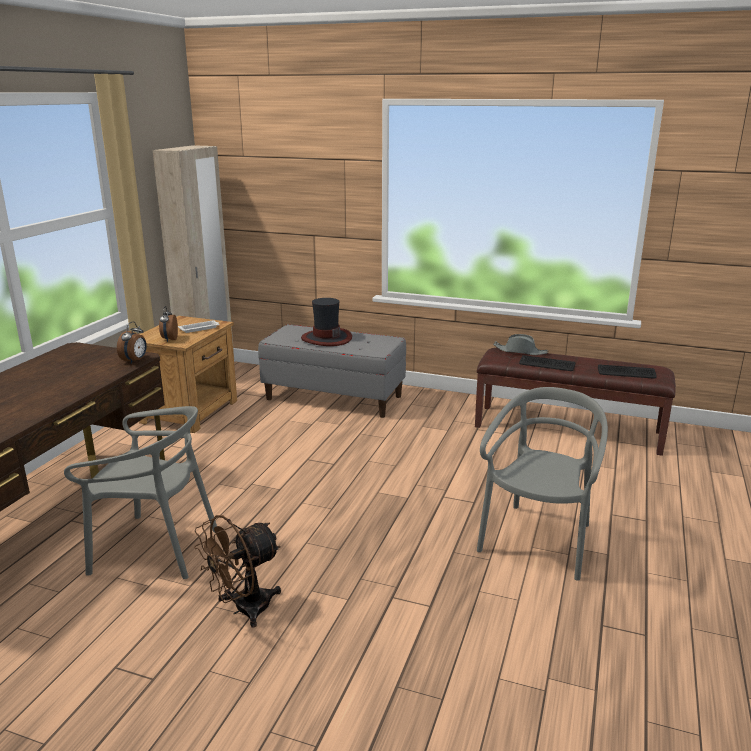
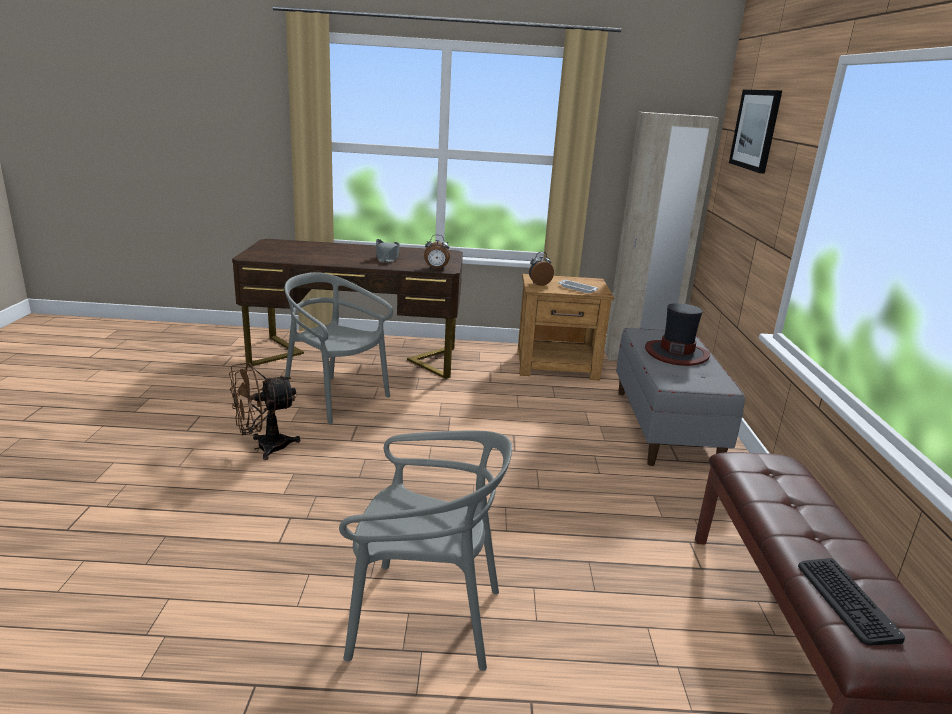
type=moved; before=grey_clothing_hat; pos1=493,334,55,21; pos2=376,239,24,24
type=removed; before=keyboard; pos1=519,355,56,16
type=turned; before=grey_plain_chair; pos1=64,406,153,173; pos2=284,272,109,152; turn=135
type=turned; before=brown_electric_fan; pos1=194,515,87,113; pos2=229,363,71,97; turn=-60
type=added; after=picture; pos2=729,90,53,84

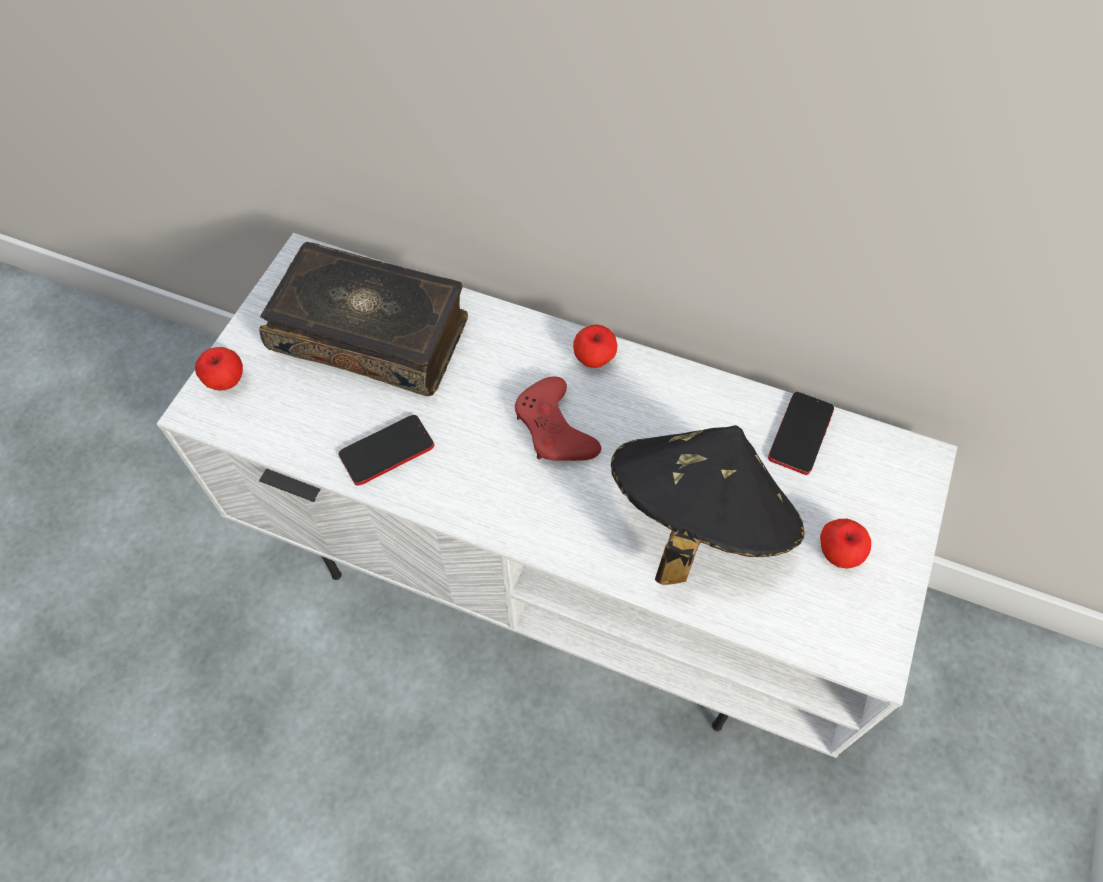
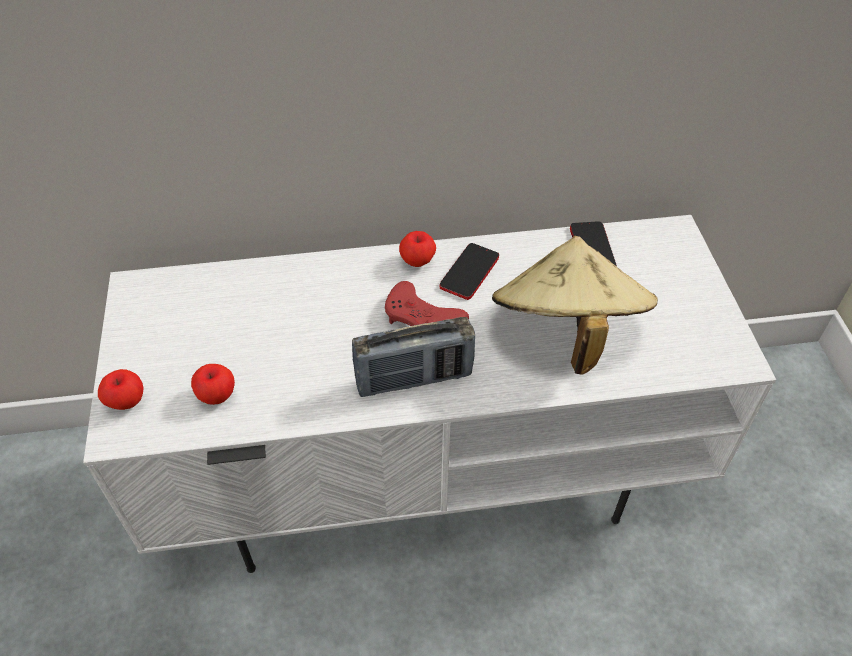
type=removed; before=book; pos1=259,242,209,154
type=moved; before=telephone; pos1=338,415,96,71; pos2=440,243,59,57
type=recoloured; before=black-coloured_clothing_hat; after=beige-coloured_clothing_hat; pos1=611,425,194,160; pos2=492,236,166,139
type=moved; before=apple_fruit; pos1=820,519,51,50; pos2=191,364,44,41
type=added; after=radio; pos2=352,317,123,80

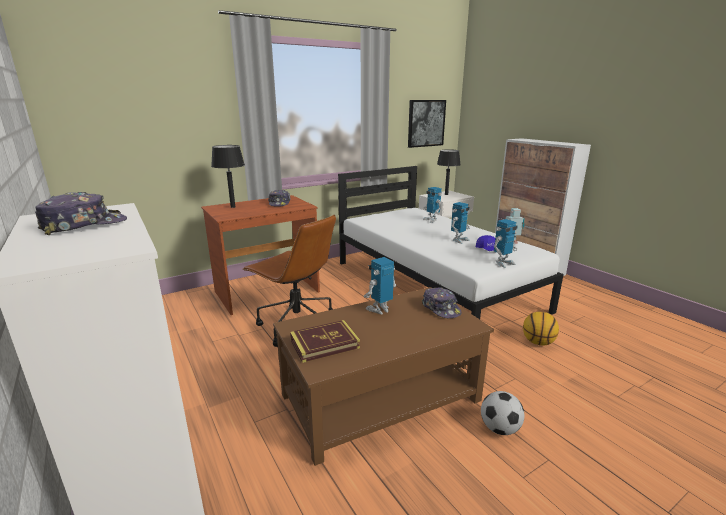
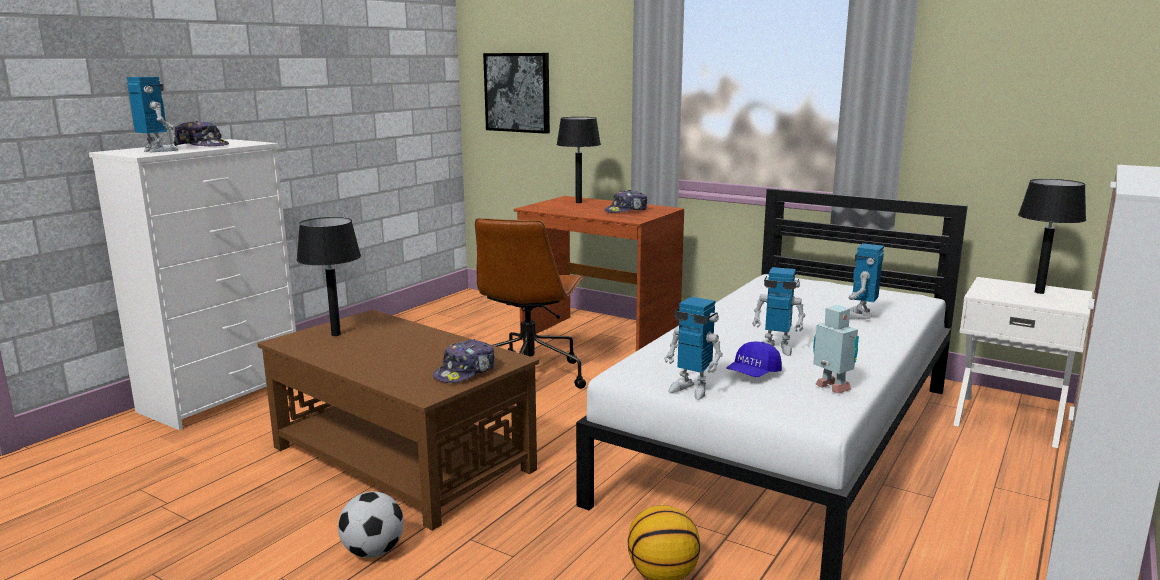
type=moved; before=picture; pos1=408,100,38,48; pos2=483,53,67,81
type=moved; before=model_robot; pos1=364,257,32,57; pos2=126,77,53,75
type=replaced; before=book; after=black-coloured_tabletop_lamp; pos1=290,320,70,43; pos2=296,217,65,119

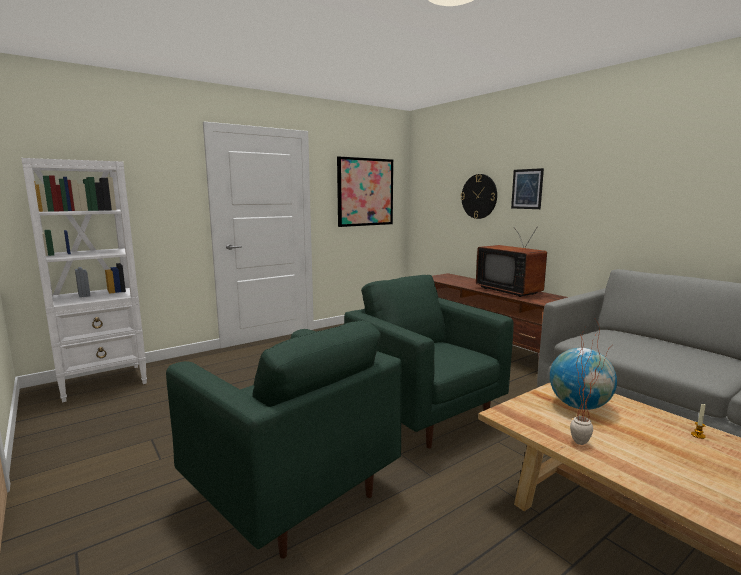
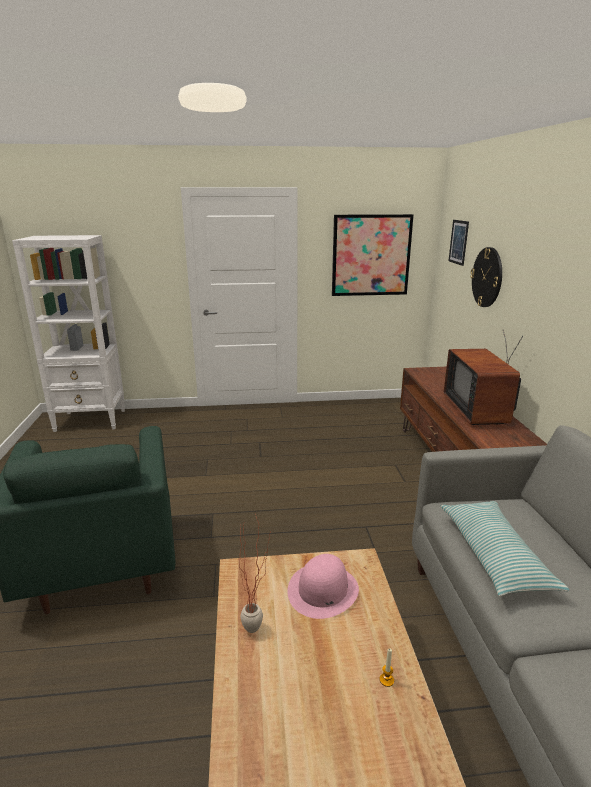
type=moved; before=picture; pos1=511,168,33,41; pos2=449,220,20,46
type=removed; before=green_lounge_chair; pos1=344,275,170,174
type=replaced; before=world_globe; after=pink_clothing_hat; pos1=550,348,67,62; pos2=287,554,72,65
type=added; after=cushion; pos2=441,501,128,95

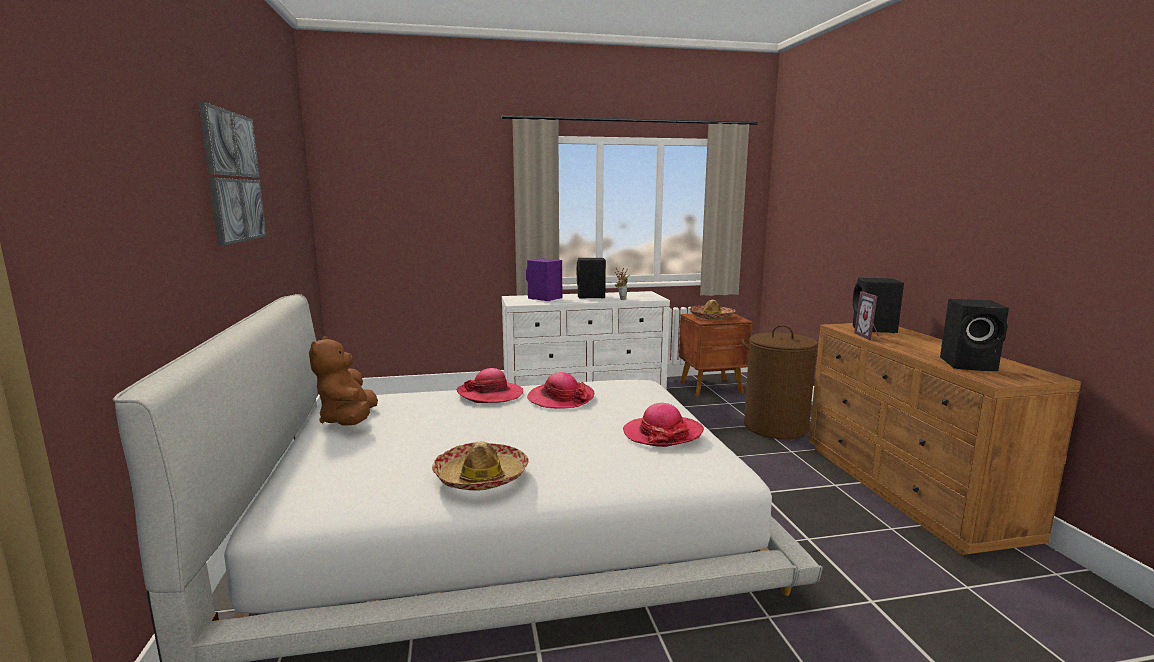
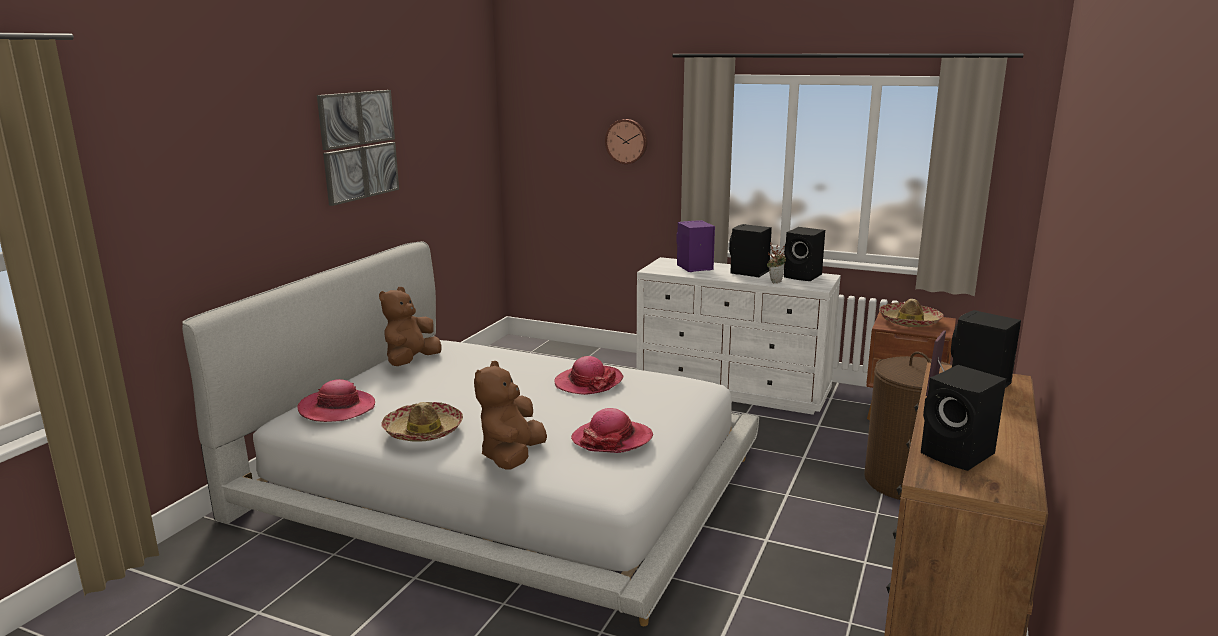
type=moved; before=clothing_hat; pos1=456,368,67,35; pos2=297,379,78,43
type=added; after=wall_clock; pos2=605,119,43,45
type=added; after=black-coloured_audio_speaker; pos2=784,227,41,54
type=added; after=brown_cuddly_toy; pos2=474,361,73,108

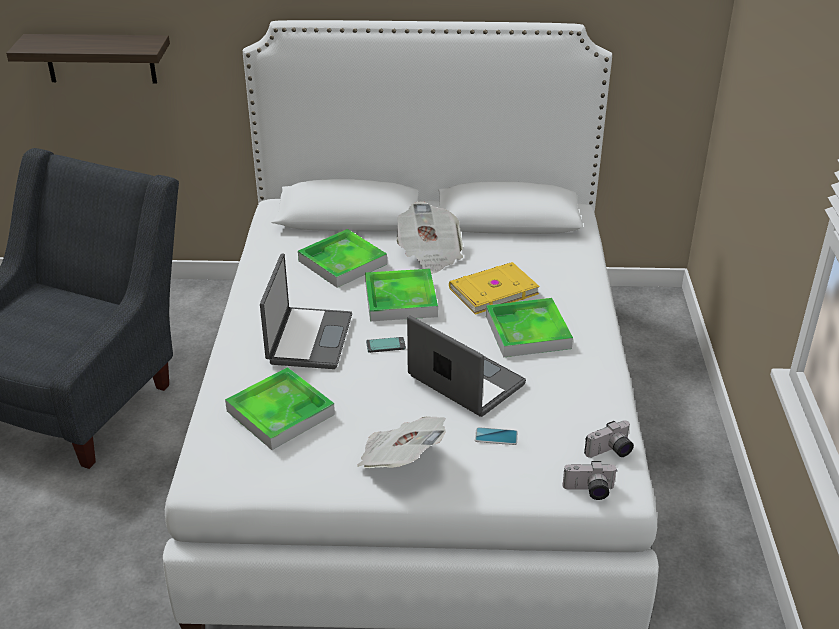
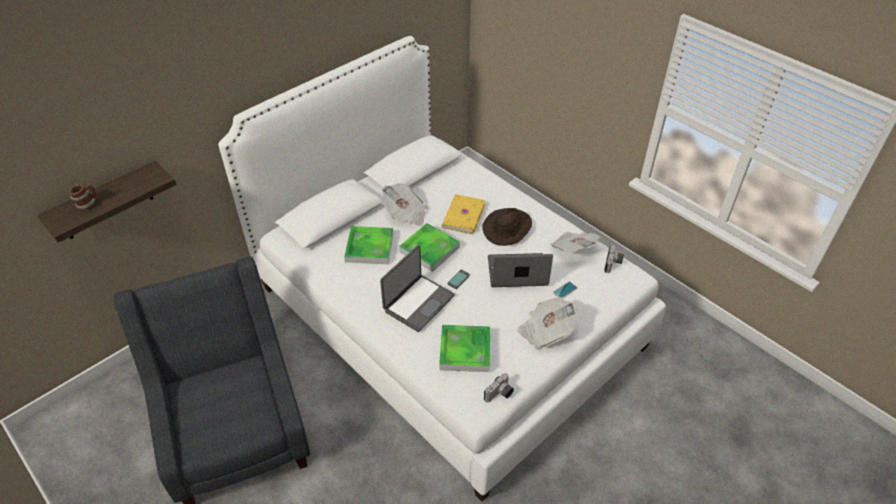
type=turned; before=laptop; pos1=260,253,92,116; pos2=380,245,75,87; turn=75
type=replaced; before=tray; after=brown_clothing_hat; pos1=486,298,87,59; pos2=482,208,50,38
type=moved; before=still_camera; pos1=562,461,56,39; pos2=484,373,30,30
type=added; after=mug; pos2=69,183,28,27
type=added; after=daily_paper; pos2=550,232,51,20

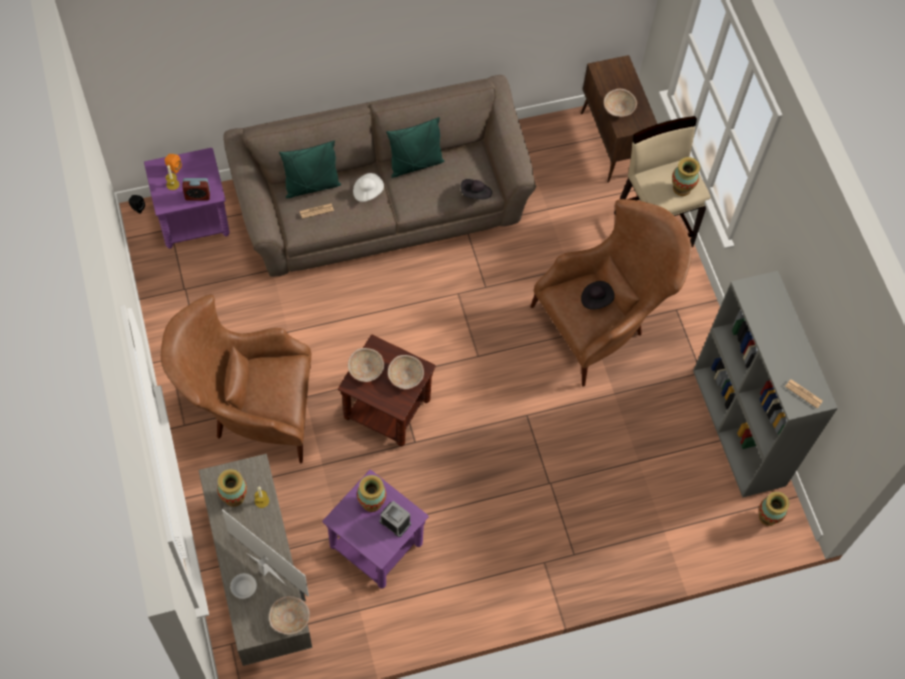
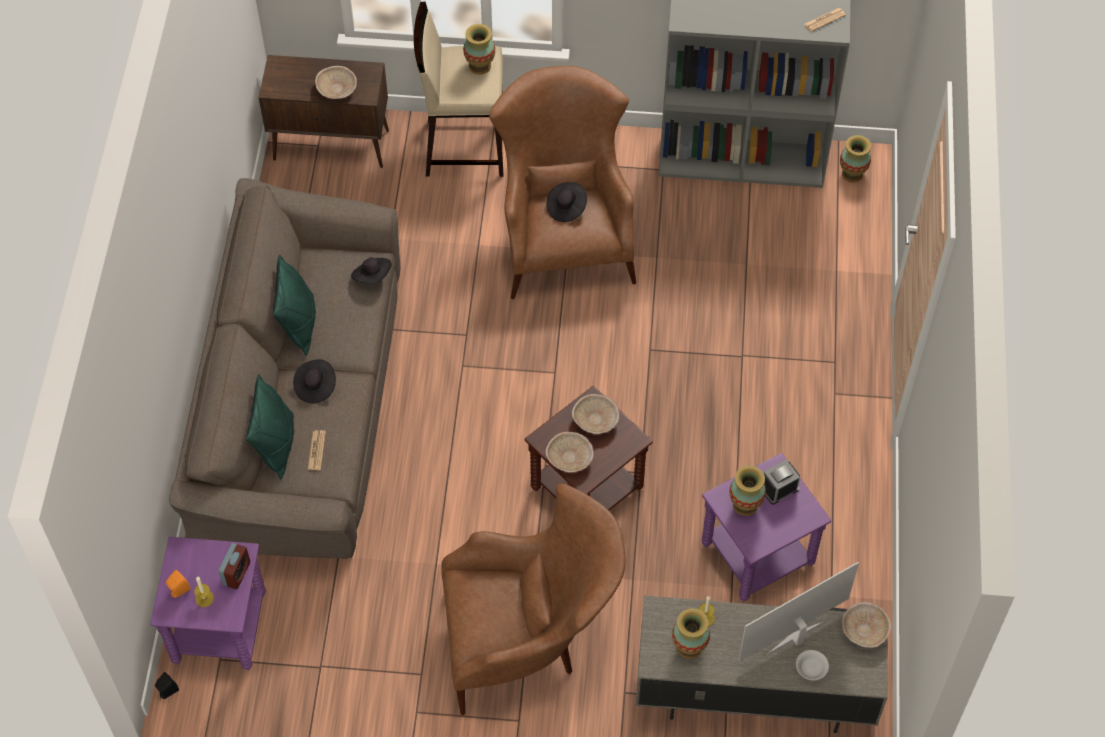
type=recoloured; before=white_clothing_hat; after=black-coloured_clothing_hat; pos1=353,173,31,29; pos2=293,359,43,44
type=turned; before=brown_lounge_chair; pos1=161,295,150,168; pos2=441,483,184,232; turn=-120

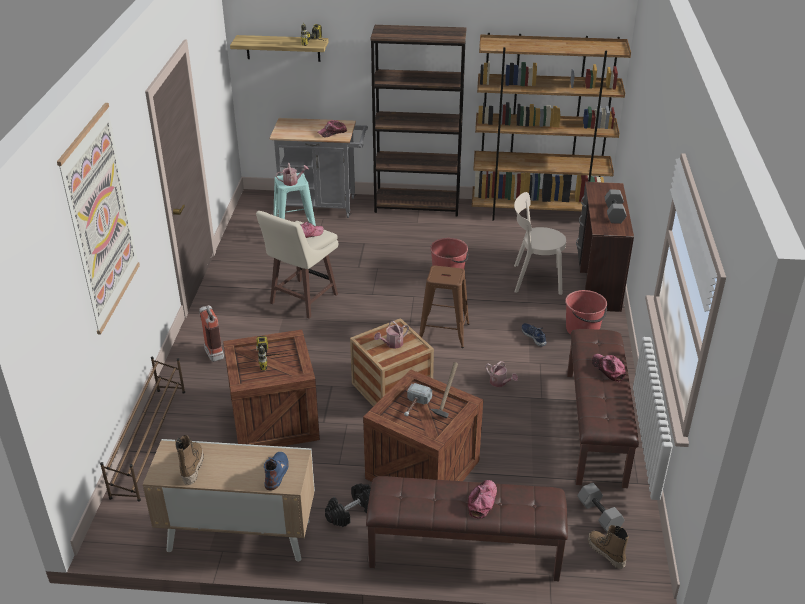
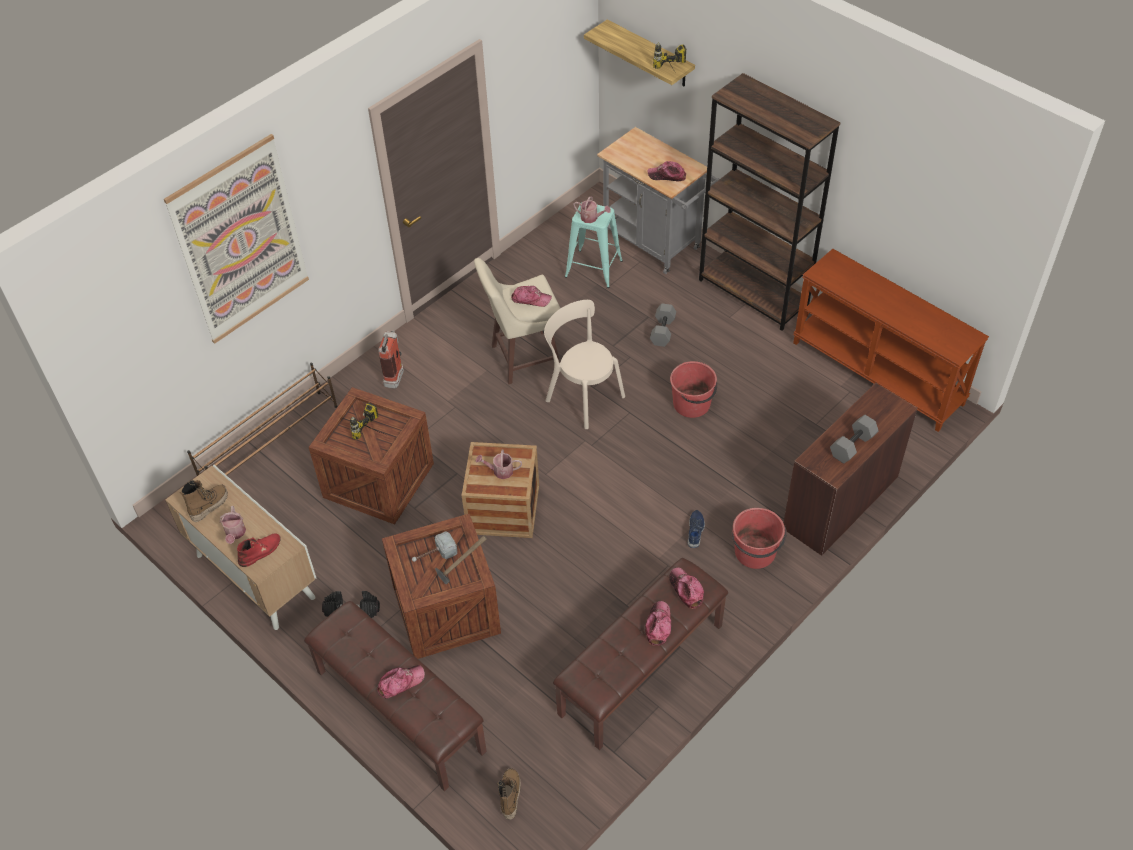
type=replaced; before=brown_shelving_unit; after=brown_console_table; pos1=472,33,159,188; pos2=793,249,196,183
type=moved; before=beige-coloured_plain_chair; pos1=514,192,52,103; pos2=544,300,81,129
type=removed; before=brown_sitting_stool; pos1=419,265,50,83
type=moved; before=sprinkling_can; pos1=485,361,33,26; pos2=220,506,26,38
type=recoloured; before=blue_boot; after=red_boot; pos1=264,452,25,38; pos2=237,533,44,34
type=moved; before=grey_hand_weight; pos1=577,483,48,49; pos2=650,303,26,44
type=added; after=cap; pos2=669,567,35,42

